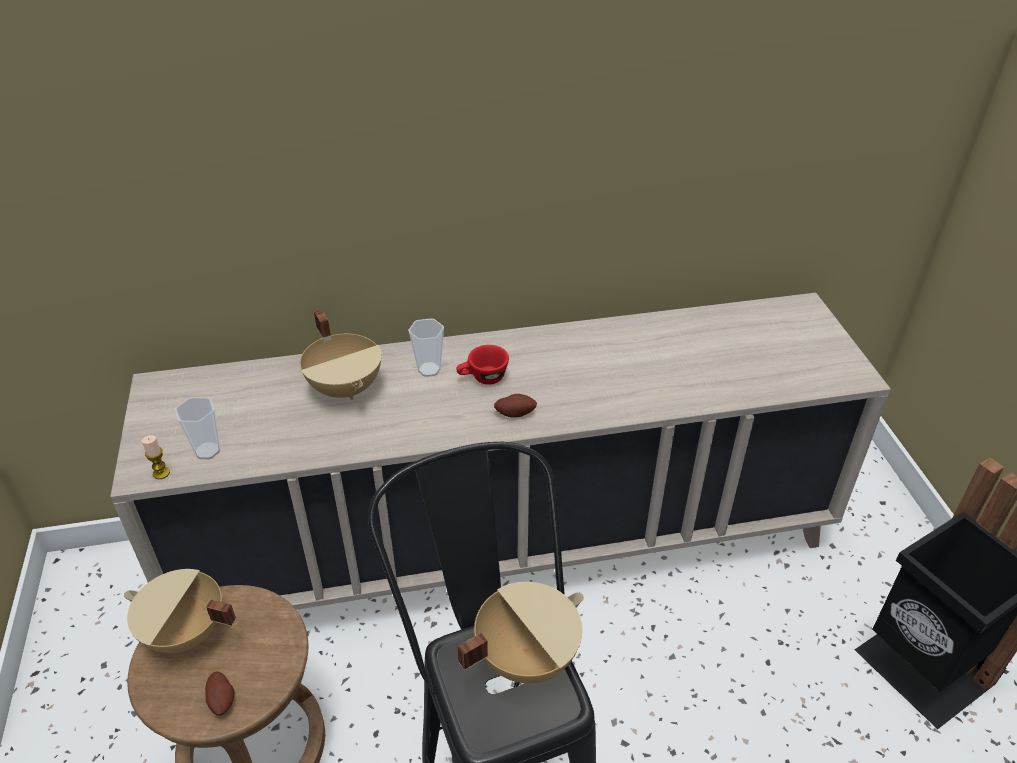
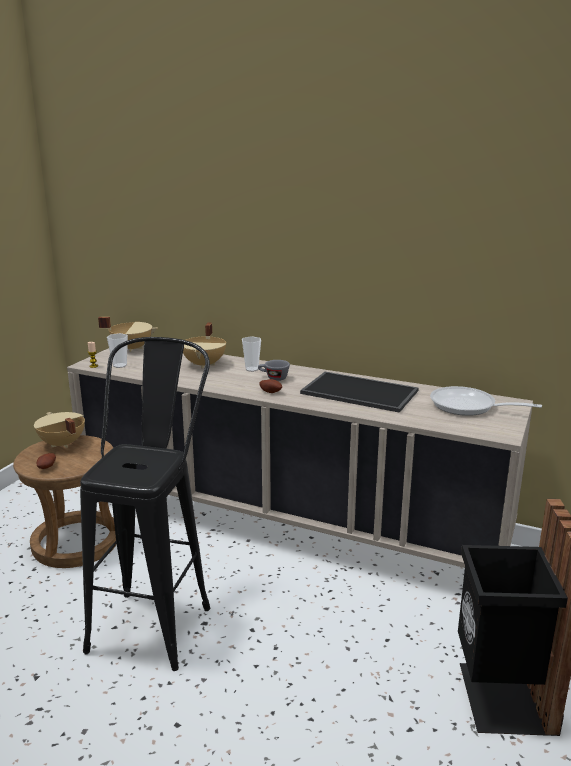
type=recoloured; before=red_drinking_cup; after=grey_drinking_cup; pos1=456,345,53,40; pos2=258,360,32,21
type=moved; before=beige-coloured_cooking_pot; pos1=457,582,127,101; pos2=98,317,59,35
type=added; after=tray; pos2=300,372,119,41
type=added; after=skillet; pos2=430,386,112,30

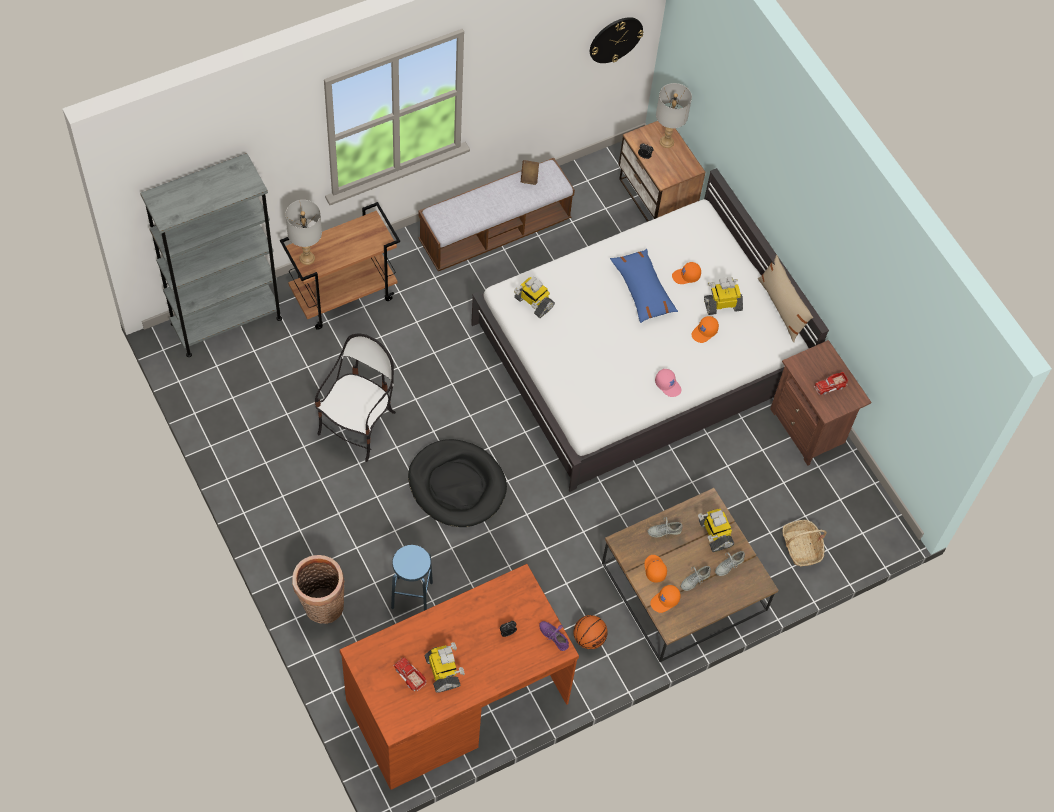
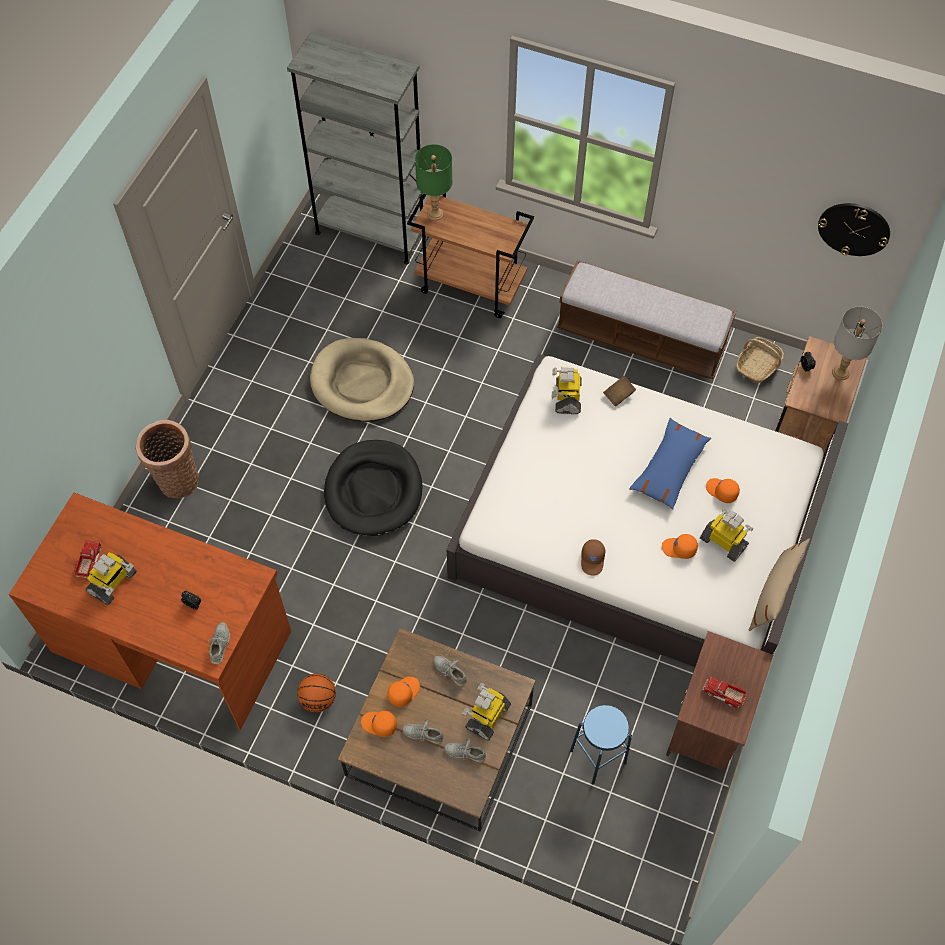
type=moved; before=brown_book; pos1=521,160,18,25; pos2=603,376,33,31
type=recoloured; before=grey_tabletop_lamp; after=green_tabletop_lamp; pos1=285,200,37,65; pos2=415,144,37,77
type=replaced; before=plain_chair; after=beige-coloured_dog_cushion; pos1=315,334,81,128; pos2=310,338,104,84
type=recoloured; before=pink_cap; after=brown_cap; pos1=655,369,27,28; pos2=581,539,24,37
type=moved; before=storage_basket; pos1=782,520,45,47; pos2=736,337,48,46
type=moved; before=blue_sitting_stool; pos1=391,545,42,66; pos2=570,705,62,80
type=recoloured; before=purple-coloured_shoe; after=grey_shoe; pos1=539,621,30,30; pos2=208,622,22,42

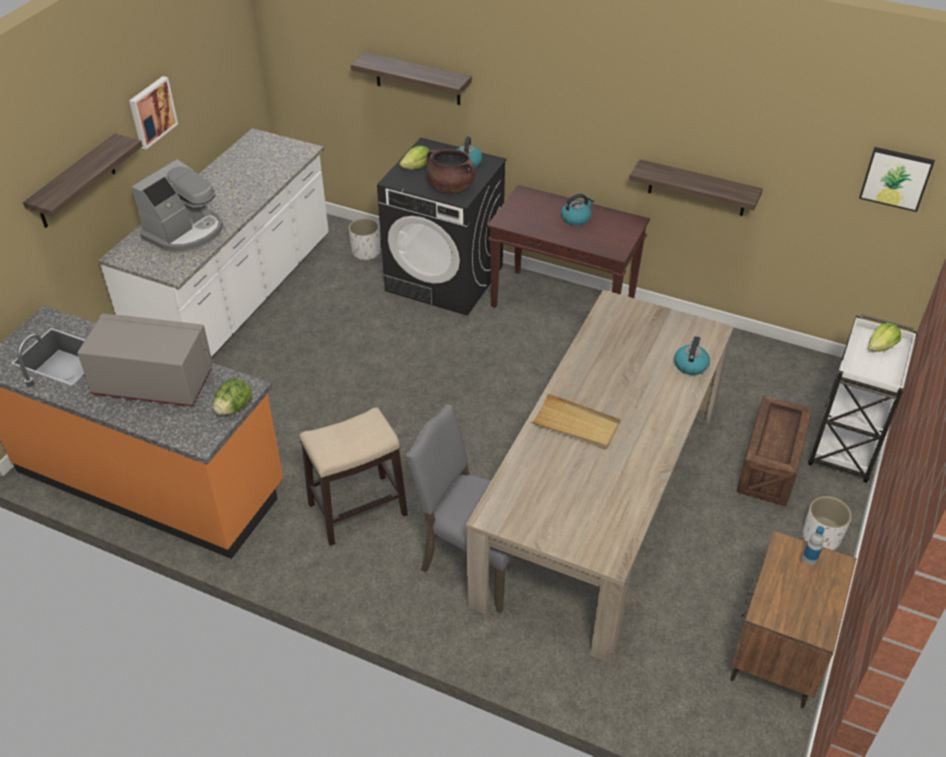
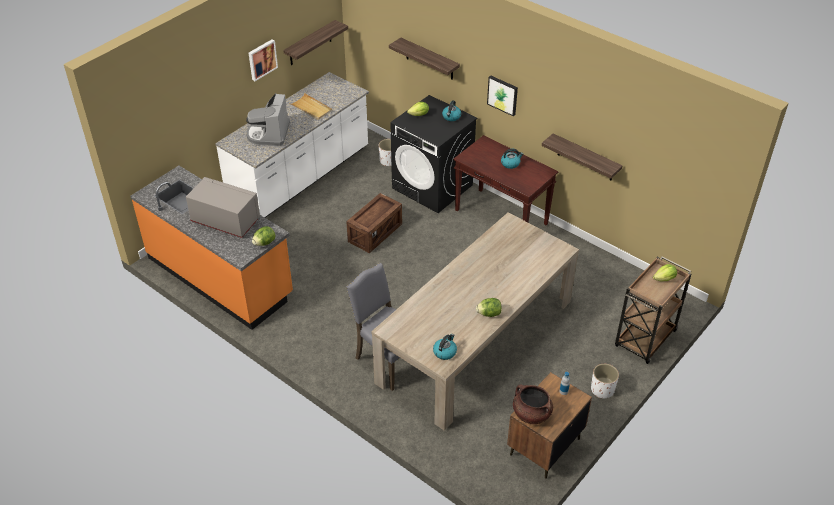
type=moved; before=bracket_shelf; pos1=23,133,120,95; pos2=283,20,65,45
type=moved; before=picture; pos1=859,147,76,65; pos2=487,76,31,40
type=moved; before=brown_cooking_pot; pos1=426,149,50,45; pos2=513,385,40,39
type=turned; before=coffee_brewer; pos1=132,159,91,94; pos2=246,93,44,53; turn=135
type=recoloured; before=white_cart; after=brown_cart; pos1=808,314,110,169; pos2=615,256,76,108
type=moved; before=water_kettle; pos1=674,336,36,39; pos2=433,334,24,26
type=moved; before=beige-coloured_tray; pos1=531,393,89,56; pos2=289,93,43,27
type=moved; before=packing_crate; pos1=737,396,75,111; pos2=346,193,56,60
type=removed; before=sitting_stool; pos1=299,407,109,139
type=added; after=lettuce; pos2=476,298,26,19

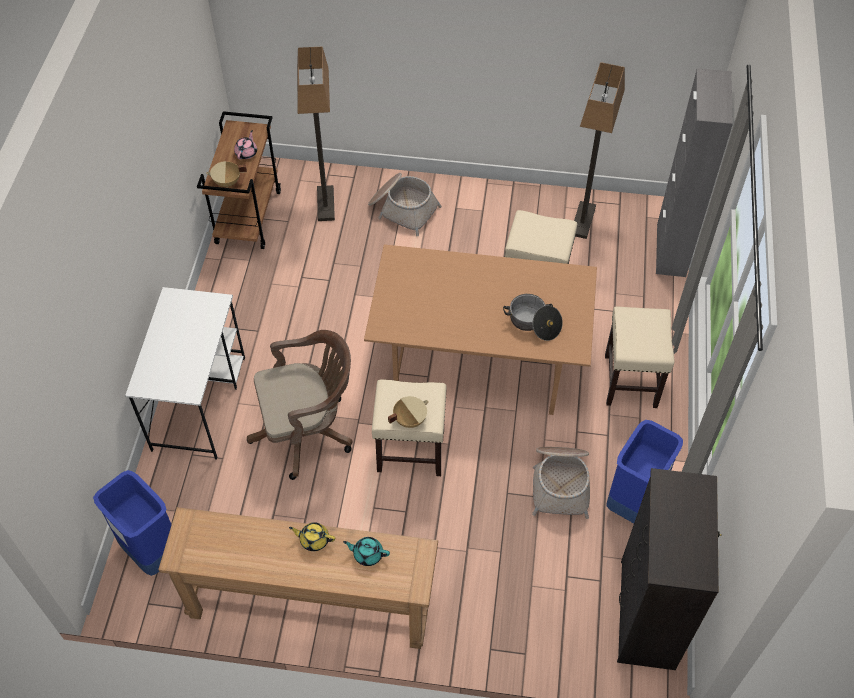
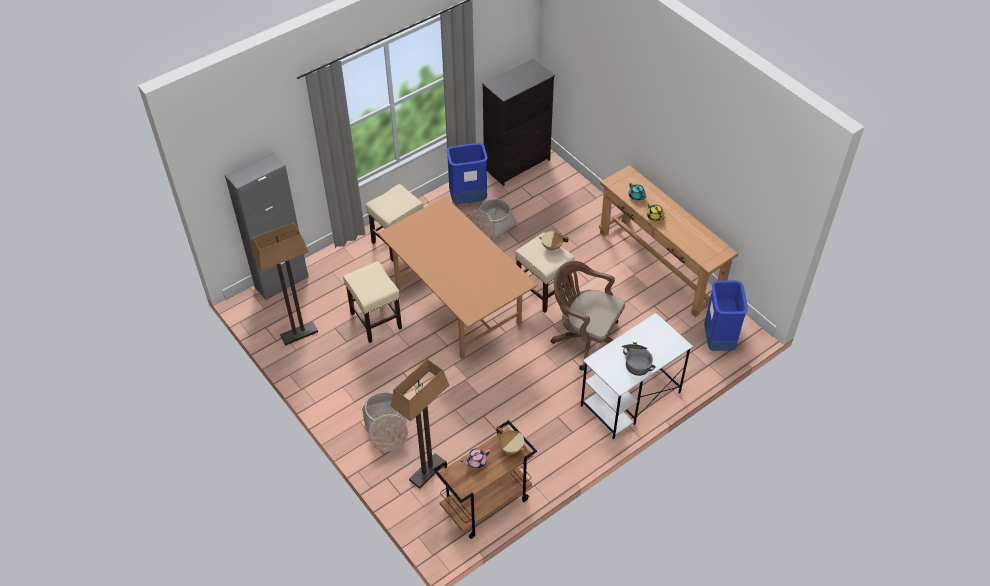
type=moved; before=cooking_pot; pos1=503,294,60,47; pos2=622,342,34,34

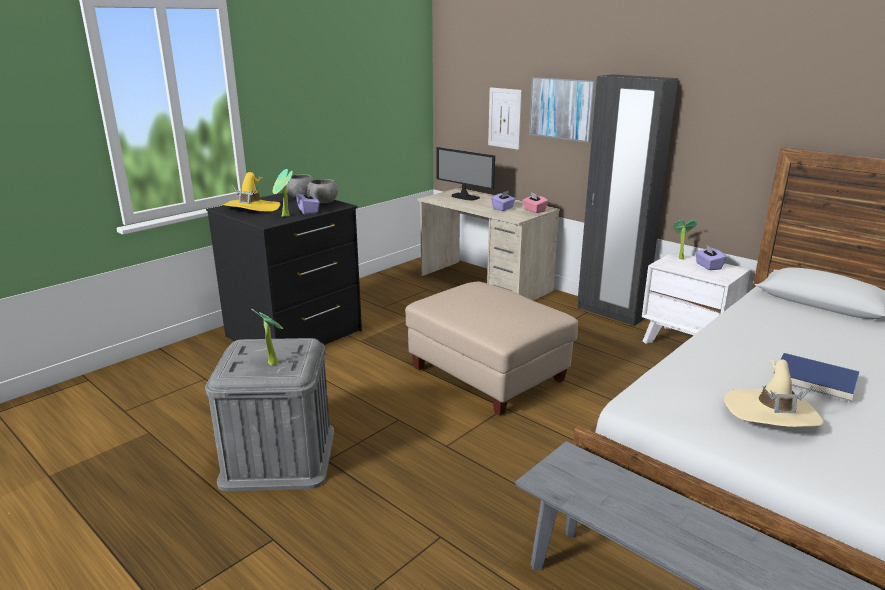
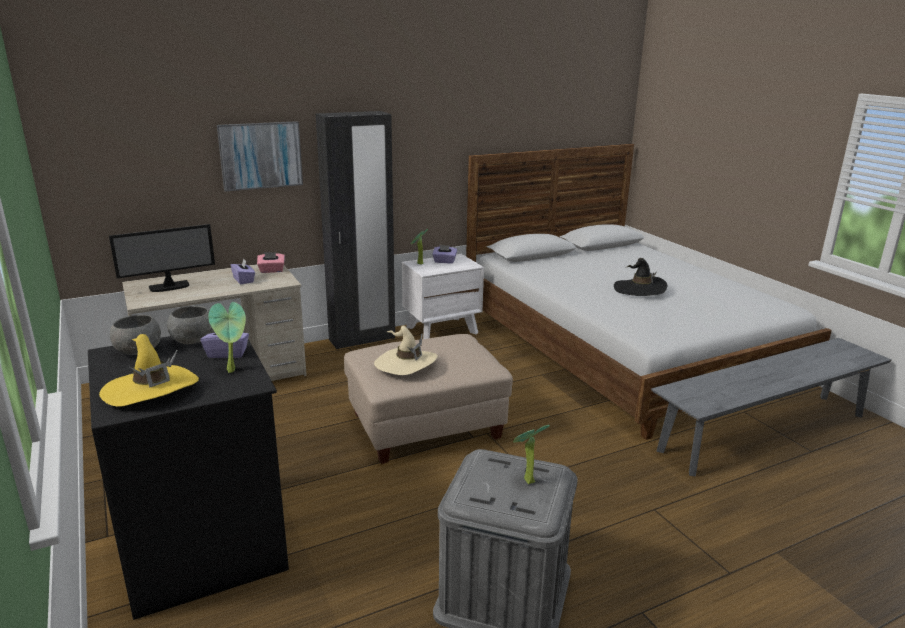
type=removed; before=picture; pos1=488,87,34,63
type=replaced; before=blue_book; after=black-coloured_clothing_hat; pos1=773,353,86,49; pos2=614,258,53,38
type=moved; before=beige-coloured_clothing_hat; pos1=724,359,100,68; pos2=374,326,64,49

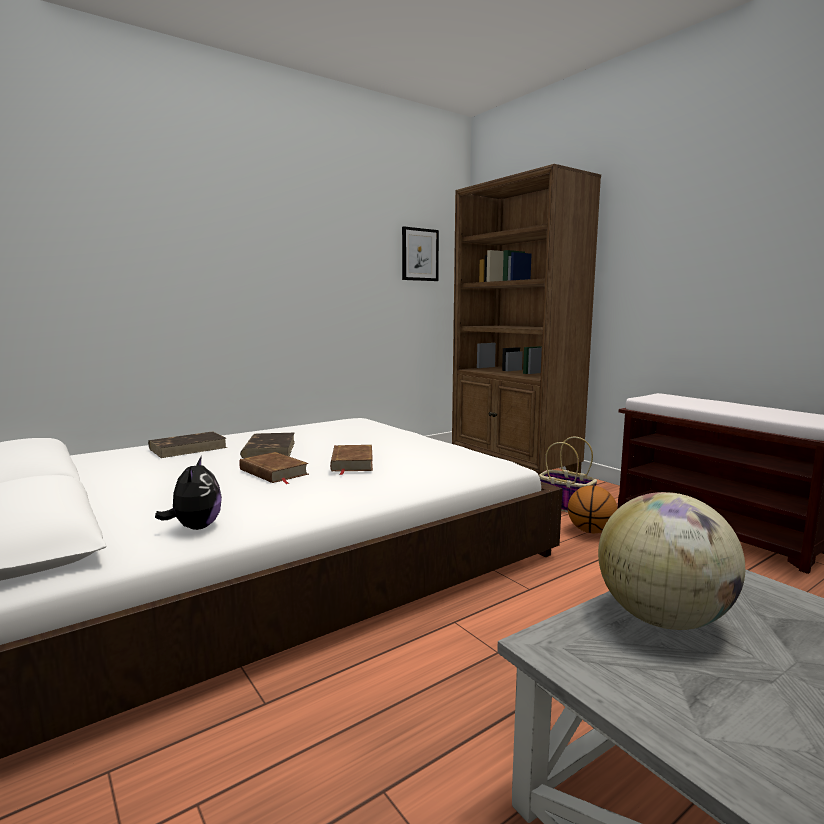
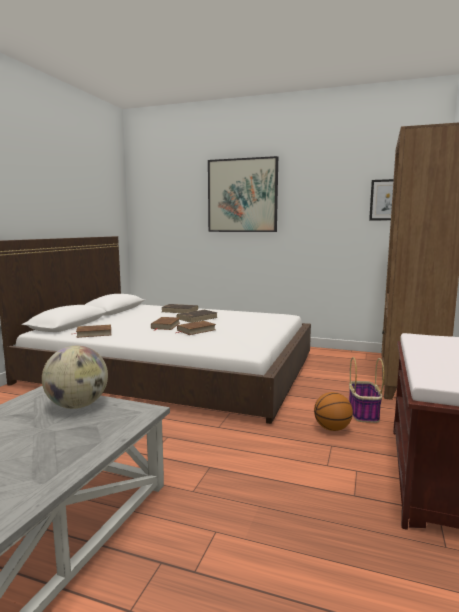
type=replaced; before=cuddly_toy; after=brown_book; pos1=155,456,67,74; pos2=75,325,36,13
type=added; after=picture; pos2=208,156,70,76

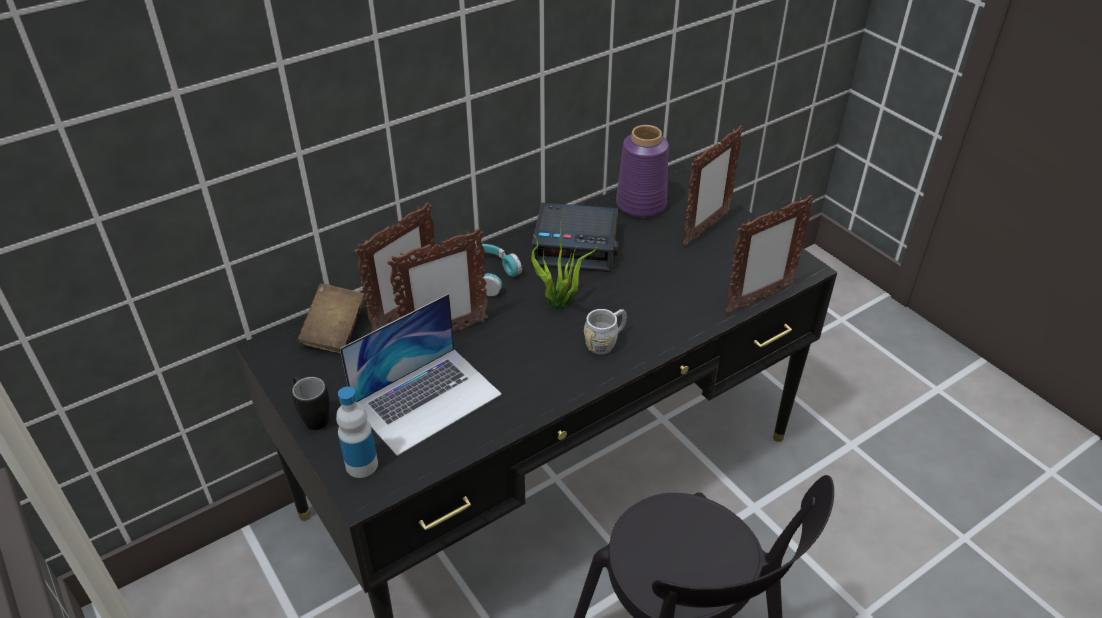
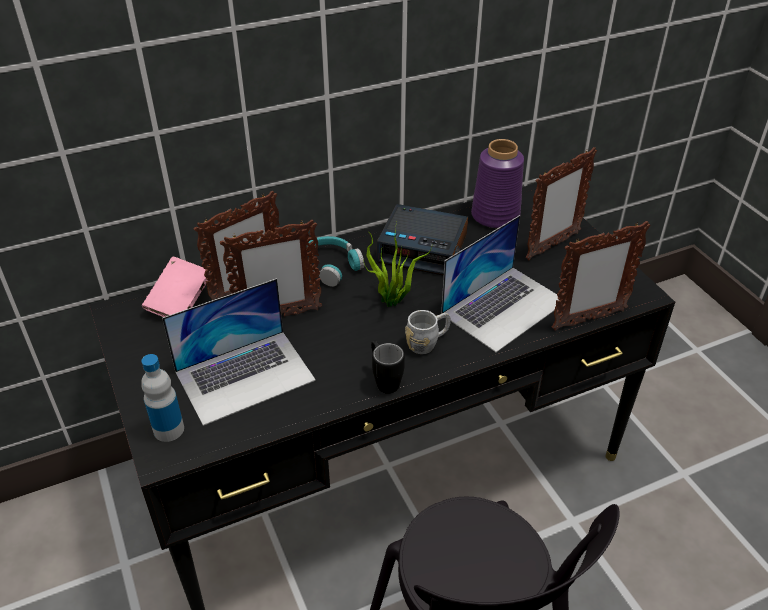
type=recoloured; before=brown_book; after=pink_book; pos1=297,283,67,70; pos2=142,257,66,60
type=moved; before=black-coloured_mug; pos1=291,376,39,54; pos2=371,340,34,54
type=added; after=laptop; pos2=441,215,118,137

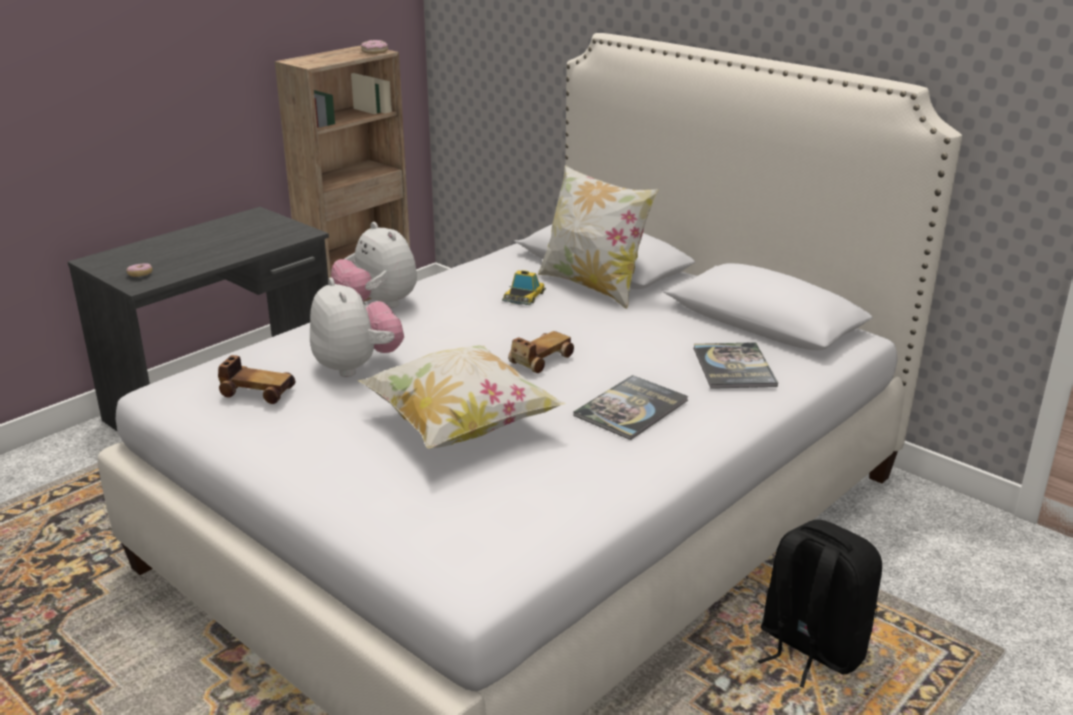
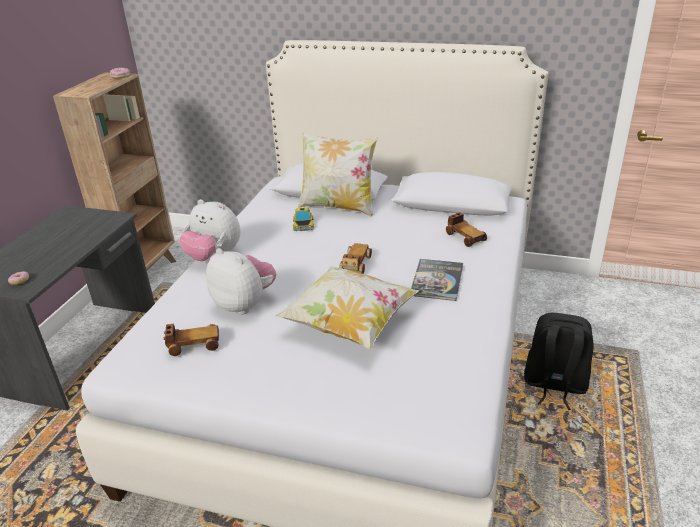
type=replaced; before=book; after=model_car; pos1=693,342,85,47; pos2=446,212,41,35

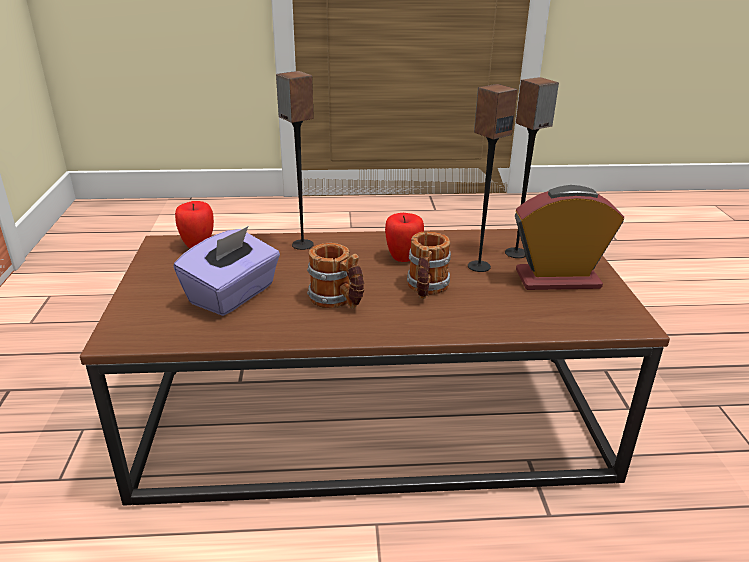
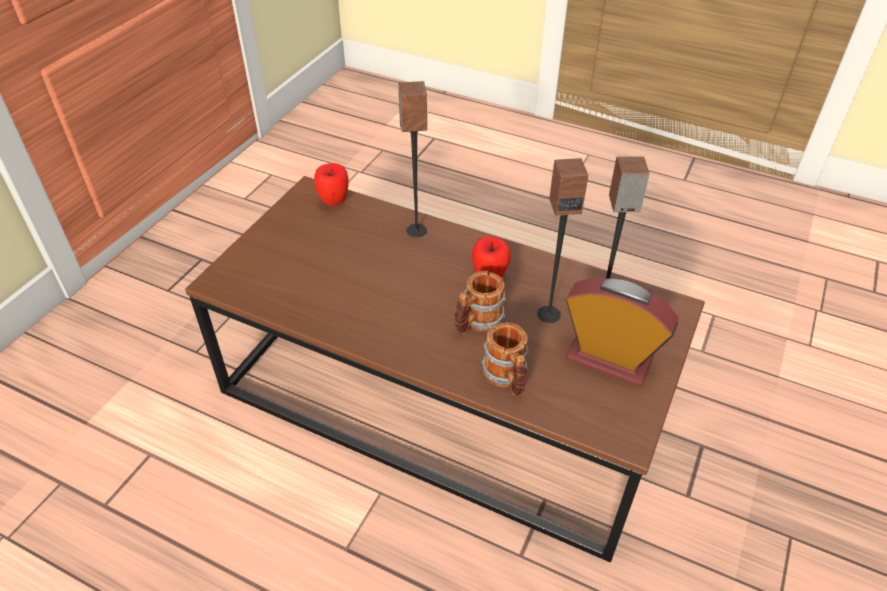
type=removed; before=purple-coloured_tissue_holder; pos1=173,226,107,90
type=moved; before=mug; pos1=307,243,57,66; pos2=481,322,48,73

